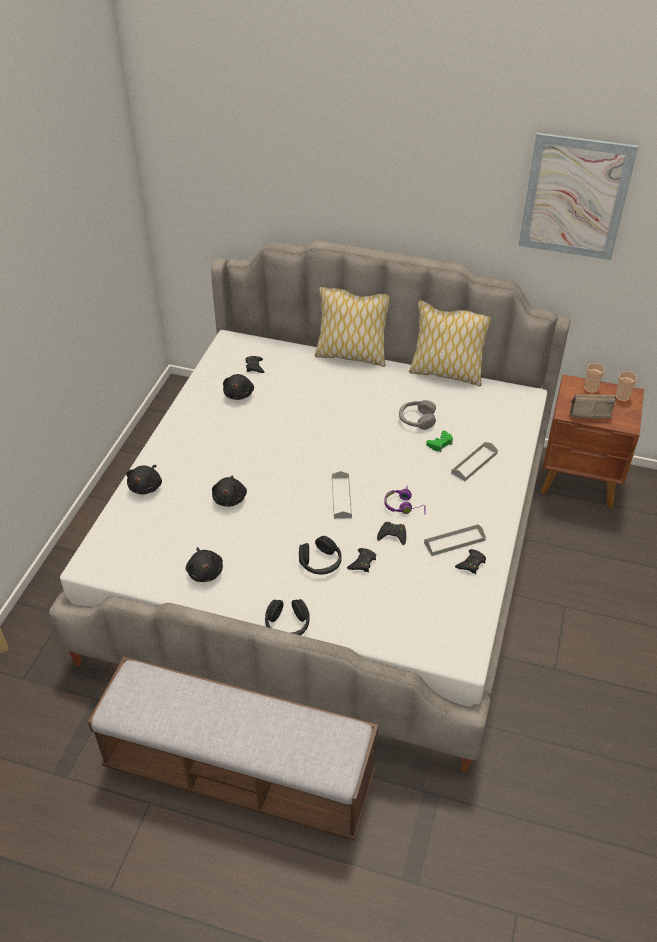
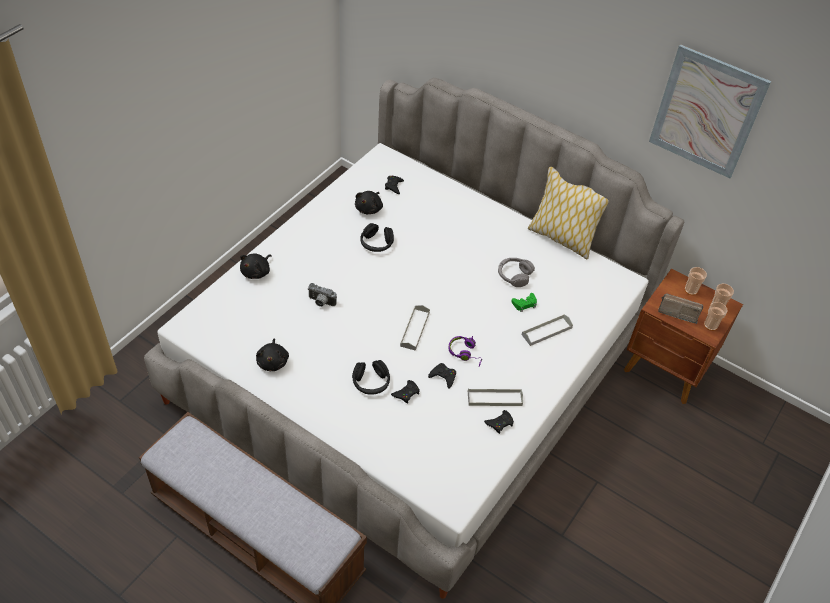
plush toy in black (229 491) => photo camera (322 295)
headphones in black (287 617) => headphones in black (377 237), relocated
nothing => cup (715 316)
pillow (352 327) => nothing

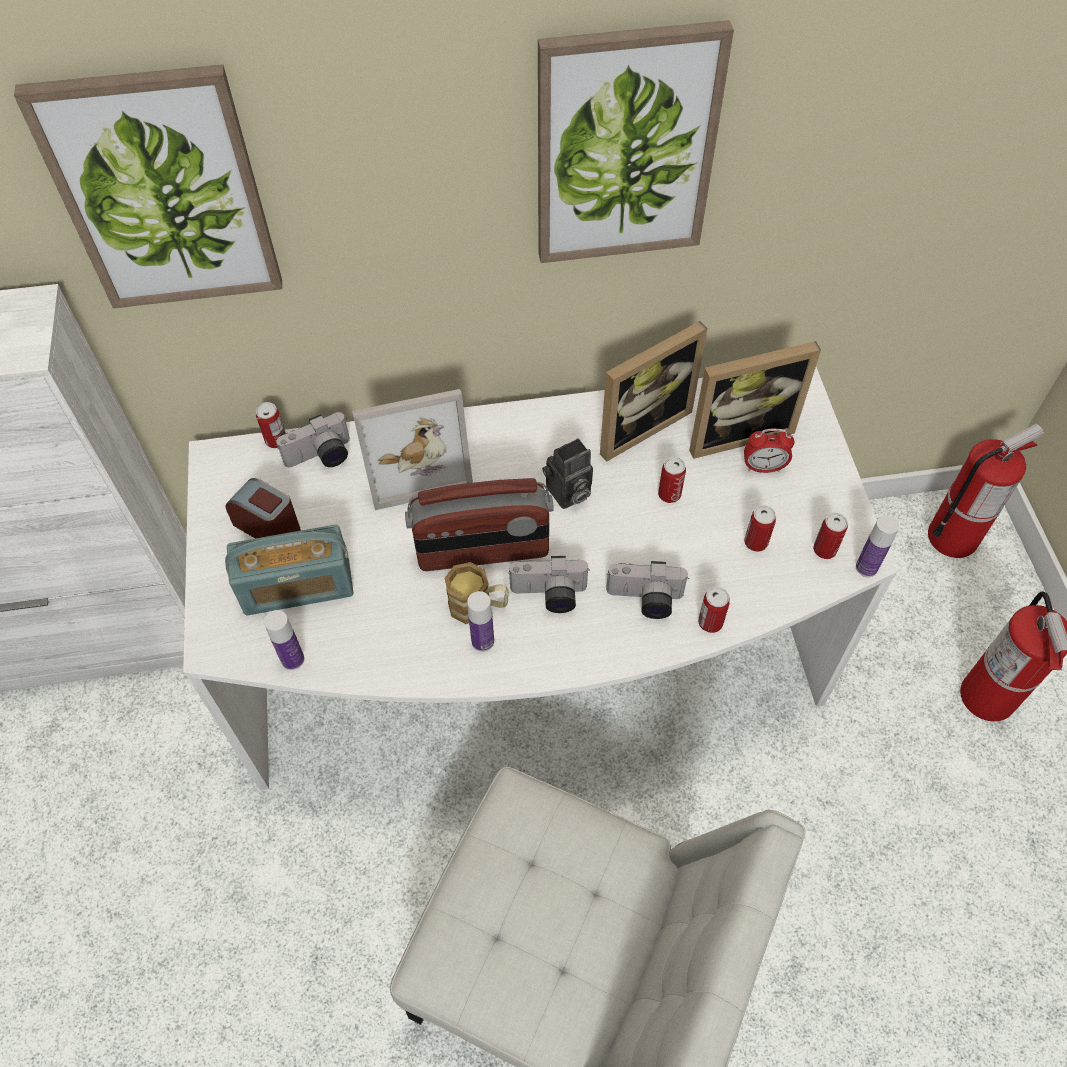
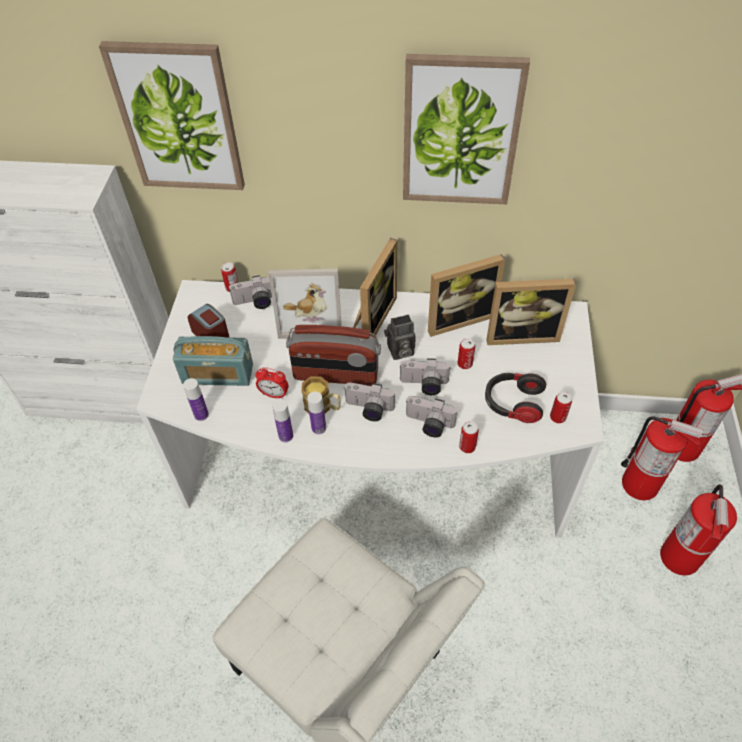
alarm clock (769 451) => alarm clock (271 383), relocated
bottle (877 546) => bottle (282 421), relocated
nothing => picture frame (375 287)
nothing => photo camera (425 376)
can (760 528) => headphones (515 398)
nothing => fire extinguisher (662 458)

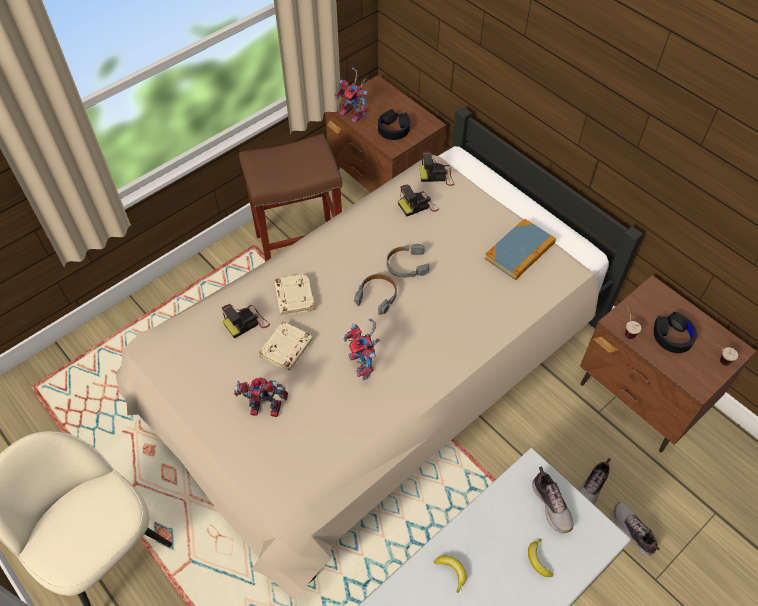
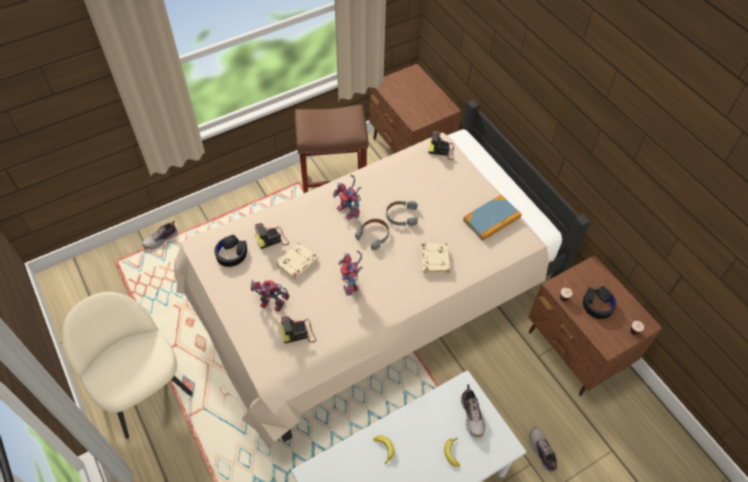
shoe (594 481) => shoe (159 235), relocated
headphones in black (394 124) => headphones in black (230 251), relocated
photo camera (418 200) => photo camera (298 329), relocated
toy robot (351 95) => toy robot (347 197), relocated
book in beige (294 295) => book in beige (435 258), relocated

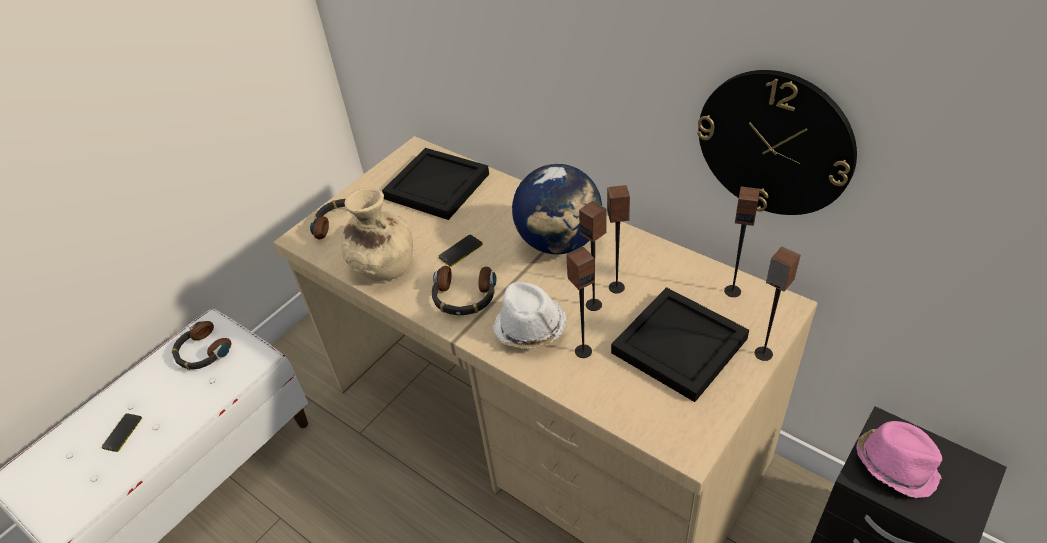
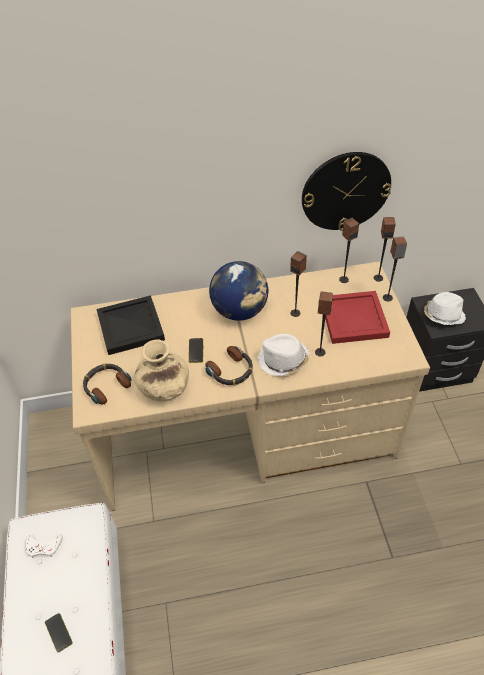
headphones (201 345) => game controller in white (44 546)
tray in black (680 344) => tray in red (357 317)
speaker (593 256) => speaker (385 249), relocated
hat in pink (899 459) => hat in white (445 308)

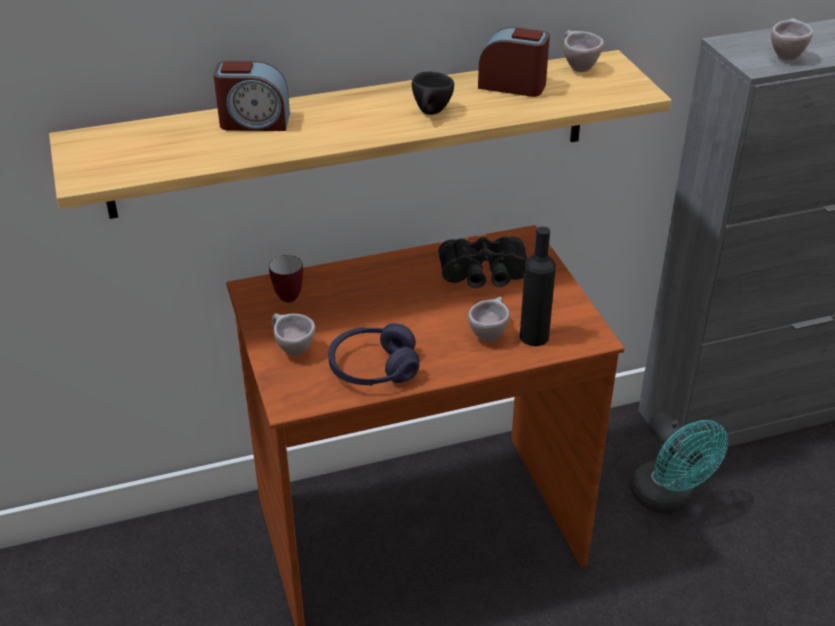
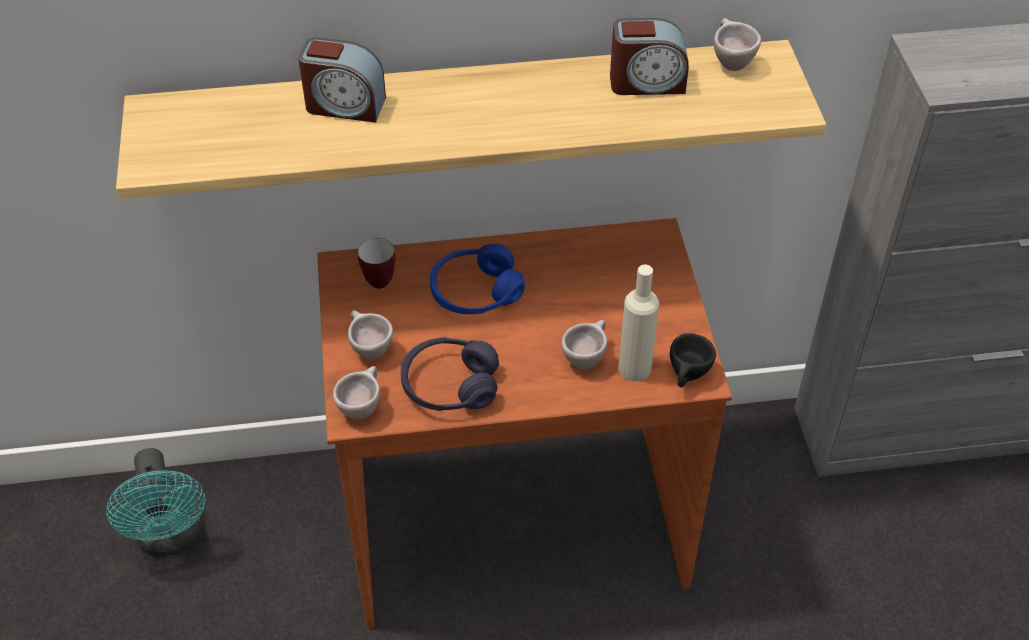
fan in turquoise (679 462) => fan in turquoise (156 502), relocated
cup in beige (792 39) => cup in beige (356 392), relocated
nothing => headphones in blue (477 279)
alarm clock (514 62) => alarm clock (649 56), 150 degrees clockwise
bottle in black (538 286) => bottle in beige (639 323)
cup in black (433 93) => cup in black (693 360), relocated
binoculars in black (482 262) => nothing

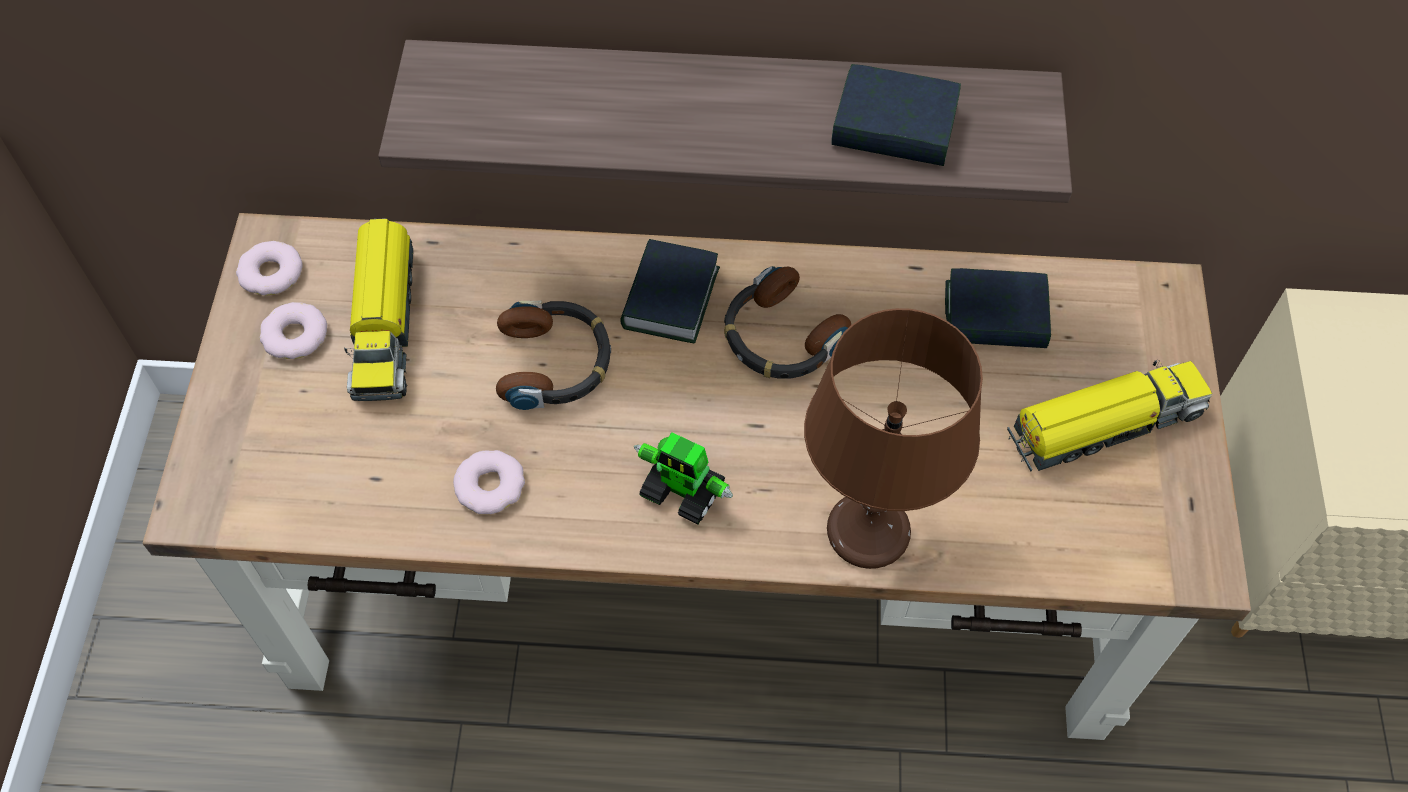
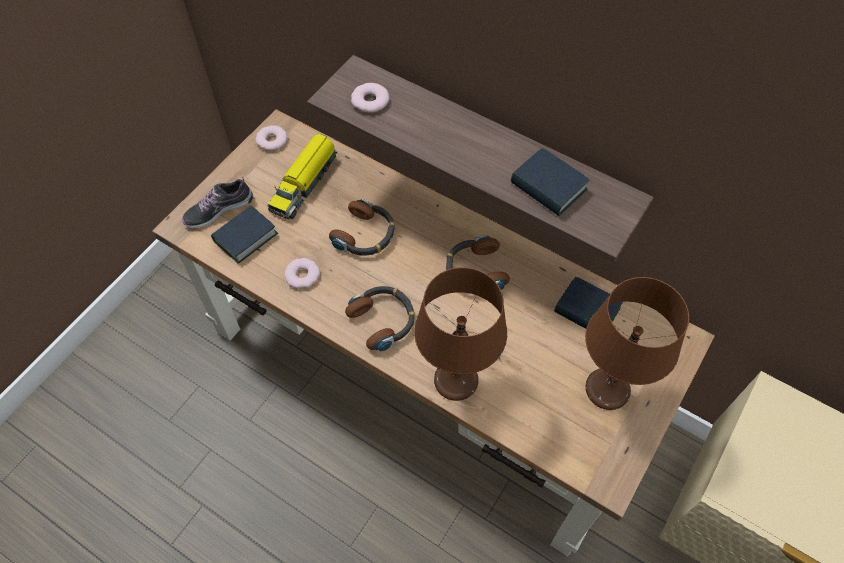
nothing => shoe (217 202)
book (670 291) => book (244 234), relocated
toy robot (683 478) => headphones (380 318)
donut (293 330) => donut (370 98), relocated
toy truck (1109 415) => table lamp in brown (637 343)

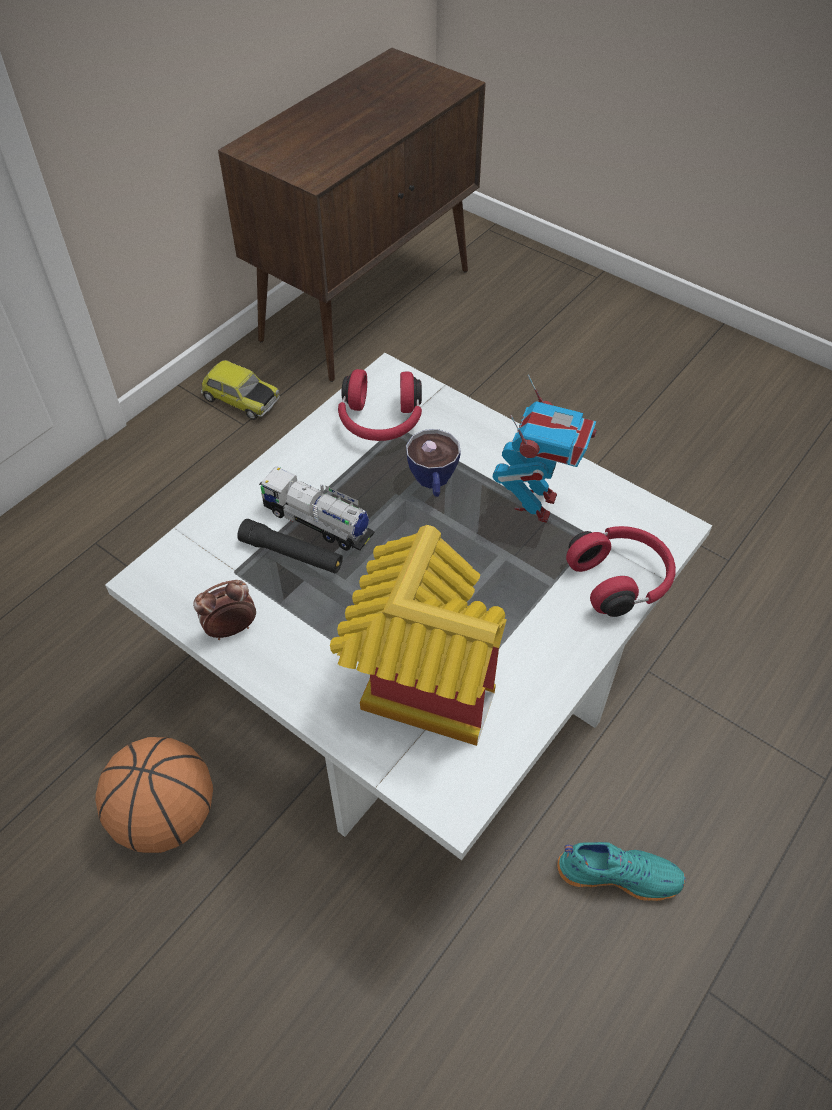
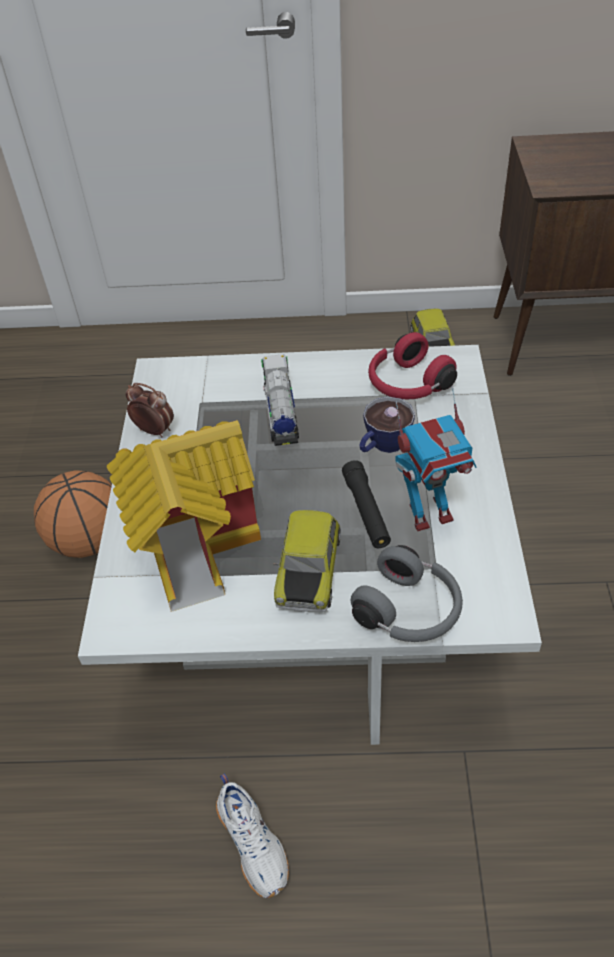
shoe in turquoise (621 871) => shoe in white (252 835)
nothing => toy car (307 561)
flashlight in black (290 546) => flashlight in black (366 504), relocated
headphones in red (621 571) => headphones in grey (406 593)

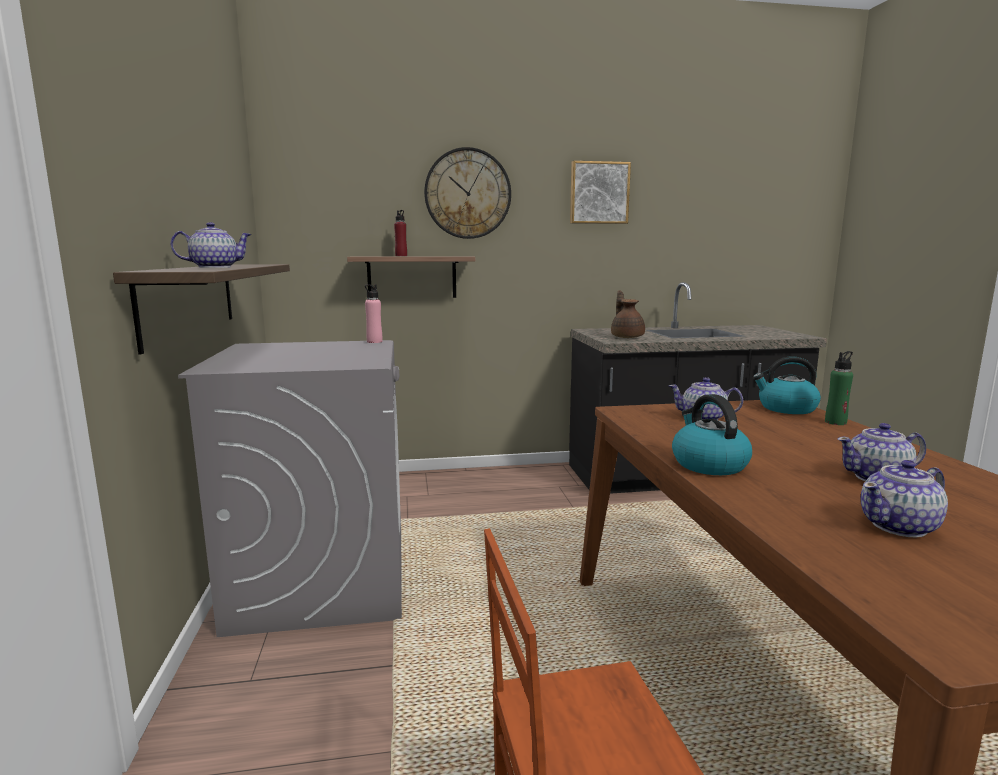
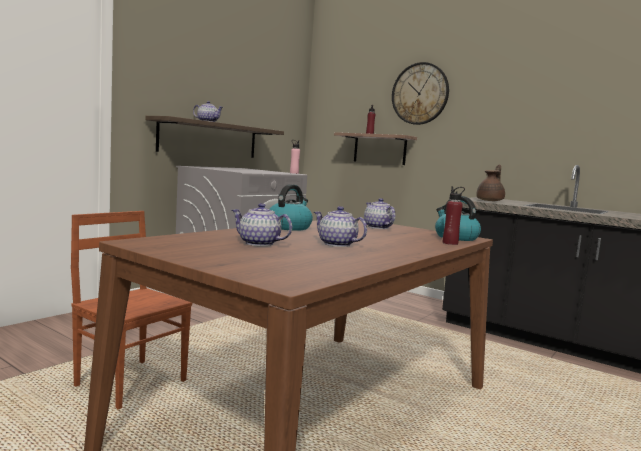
bottle in green (839 388) => bottle in red (454 215)
picture (600 192) => nothing

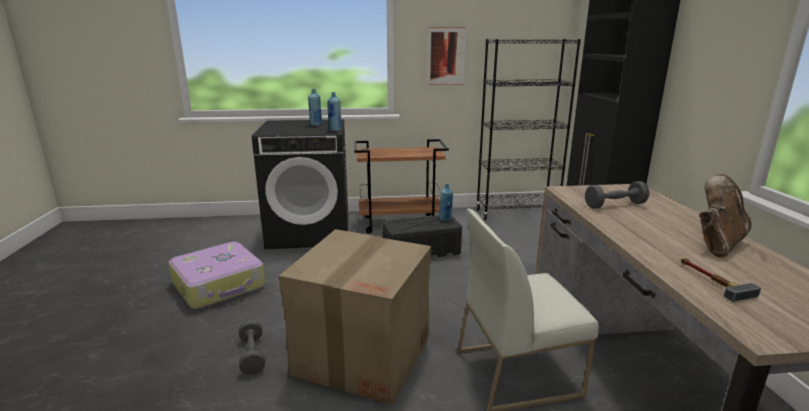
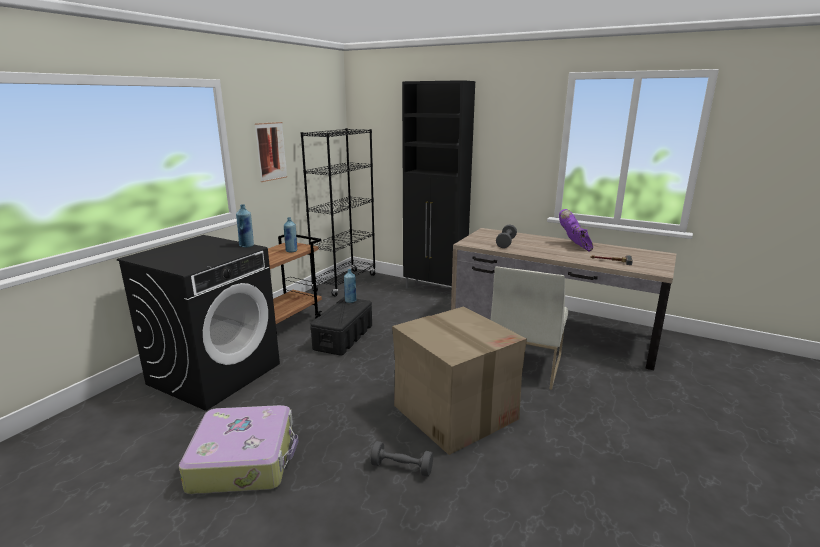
bottle in blue (315 107) => bottle in blue (290 234), relocated
boot in brown (725 216) => boot in purple (576 230)

